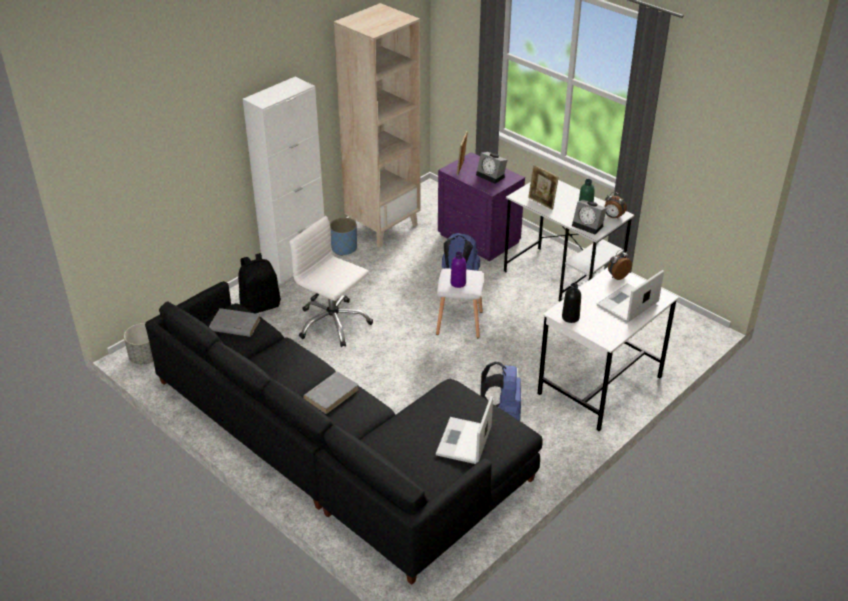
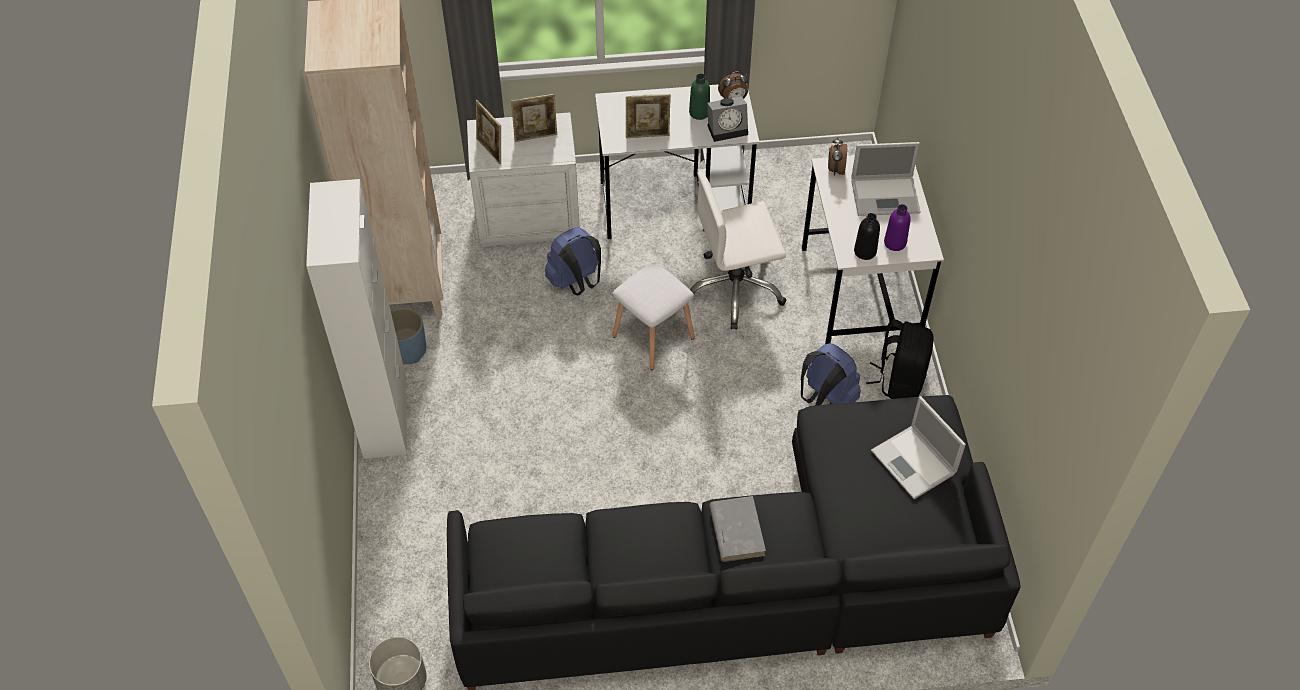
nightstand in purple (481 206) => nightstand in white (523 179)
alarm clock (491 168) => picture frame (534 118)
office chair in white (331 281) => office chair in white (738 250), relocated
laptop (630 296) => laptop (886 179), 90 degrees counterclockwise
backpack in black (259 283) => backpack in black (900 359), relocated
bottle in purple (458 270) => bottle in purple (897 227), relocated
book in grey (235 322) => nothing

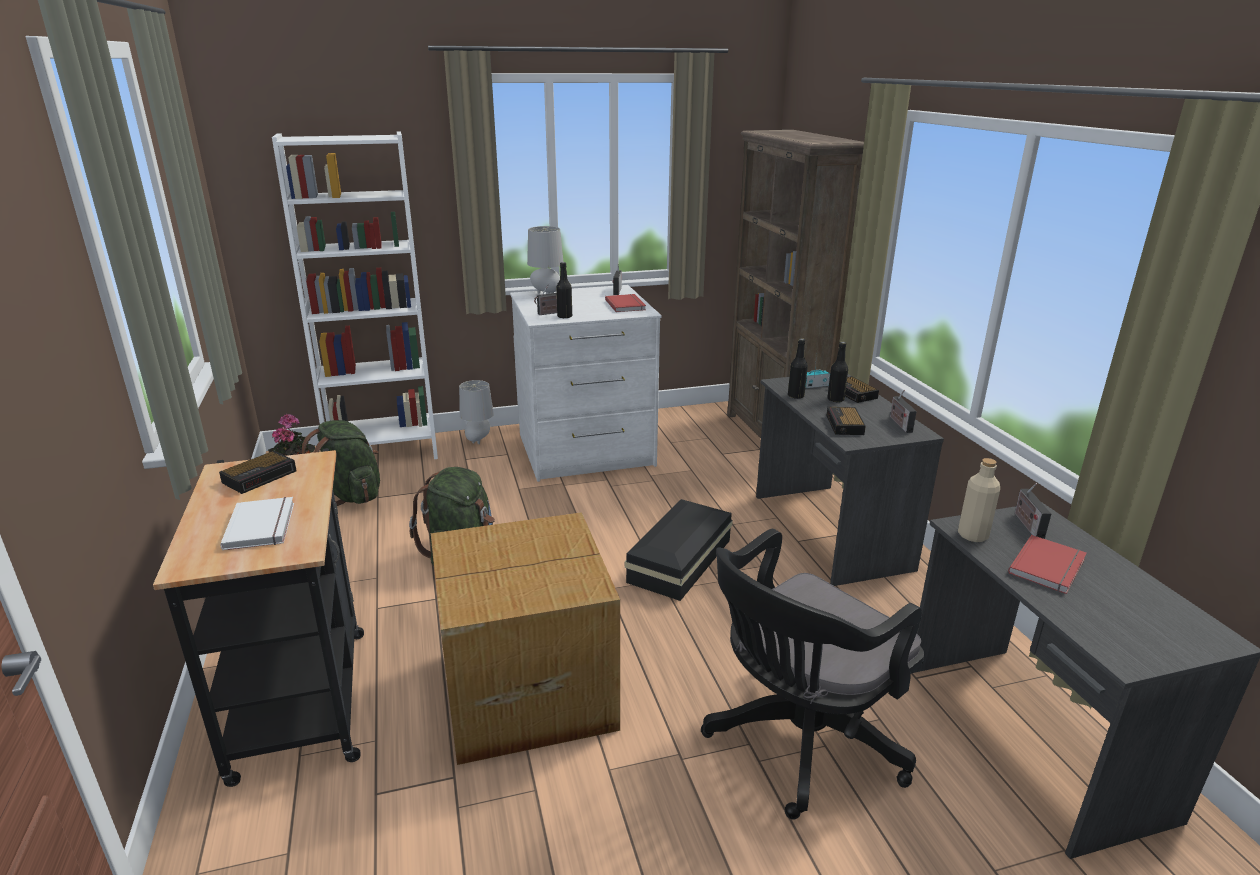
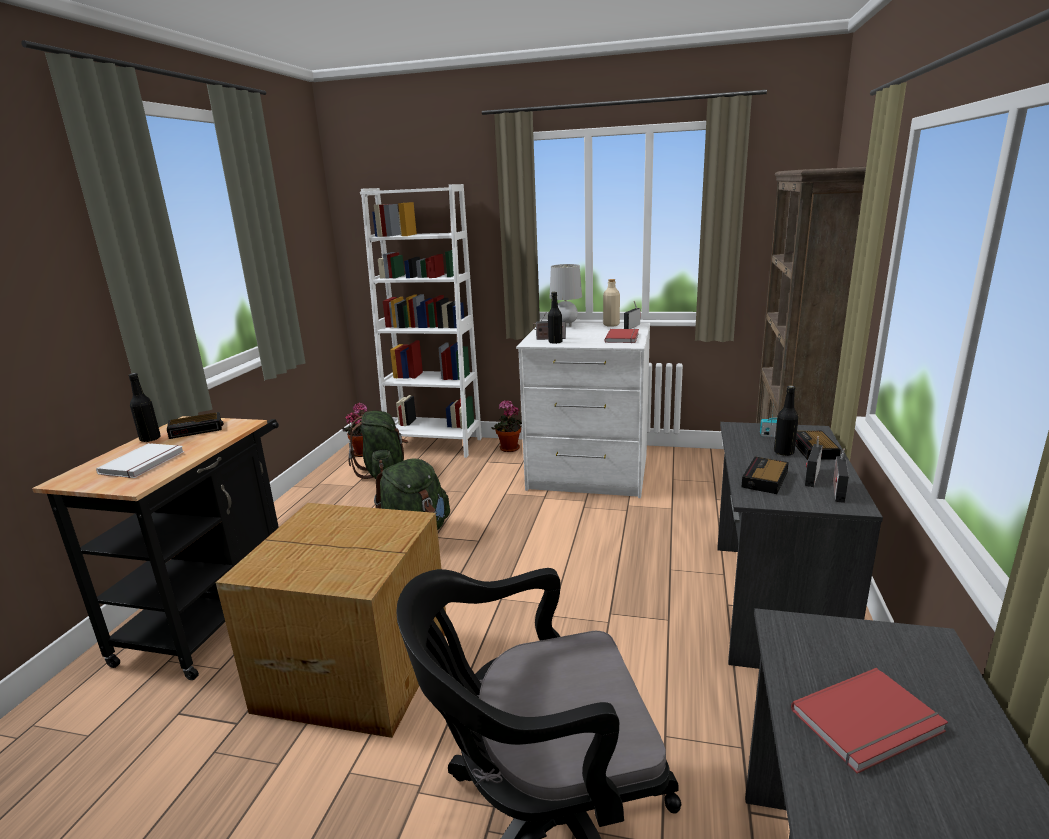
bottle in black (798 368) => bottle in black (145 407), relocated
table lamp in grey (476 412) => potted plant (506 426)
bottle in beige (979 500) => bottle in beige (611 303), relocated
radio (1033 511) => radio (814 461), relocated
storage box in black (679 550) => nothing

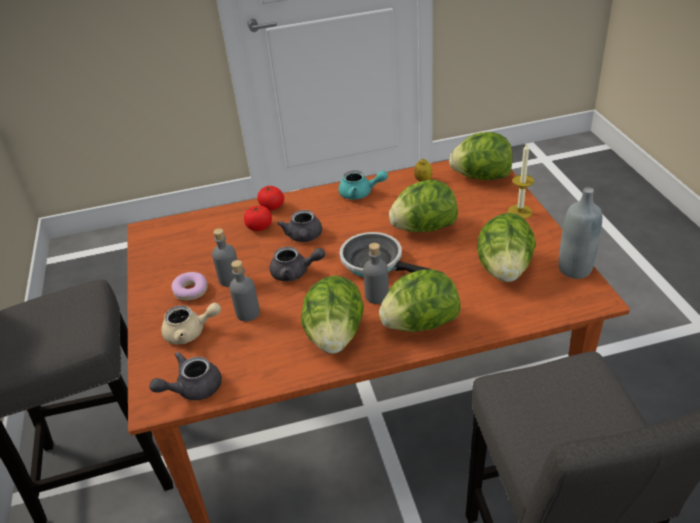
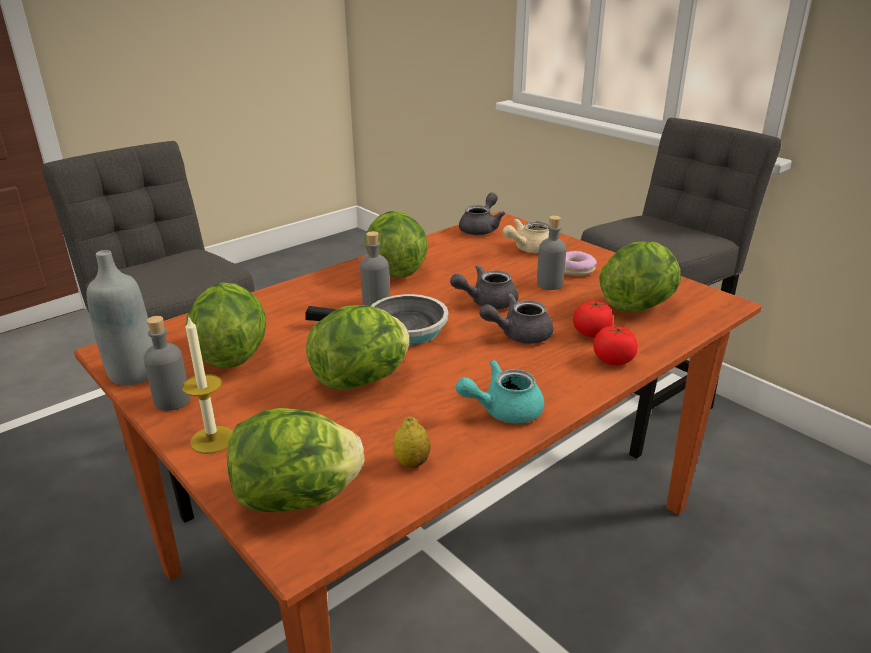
bottle in grey (244 290) => bottle in grey (167 363), relocated
teapot in grey (299 226) => teapot in grey (516 319), 75 degrees counterclockwise
lettuce (420 300) => lettuce (640 277), relocated

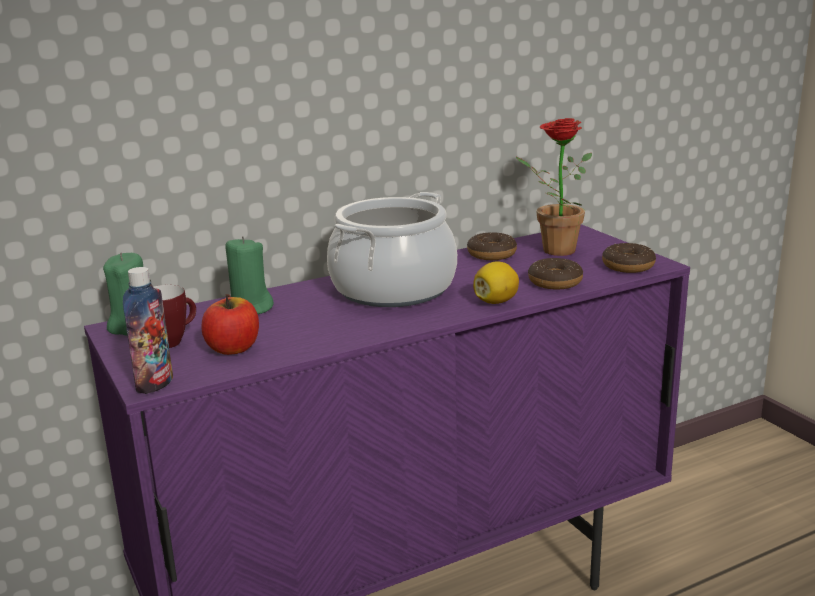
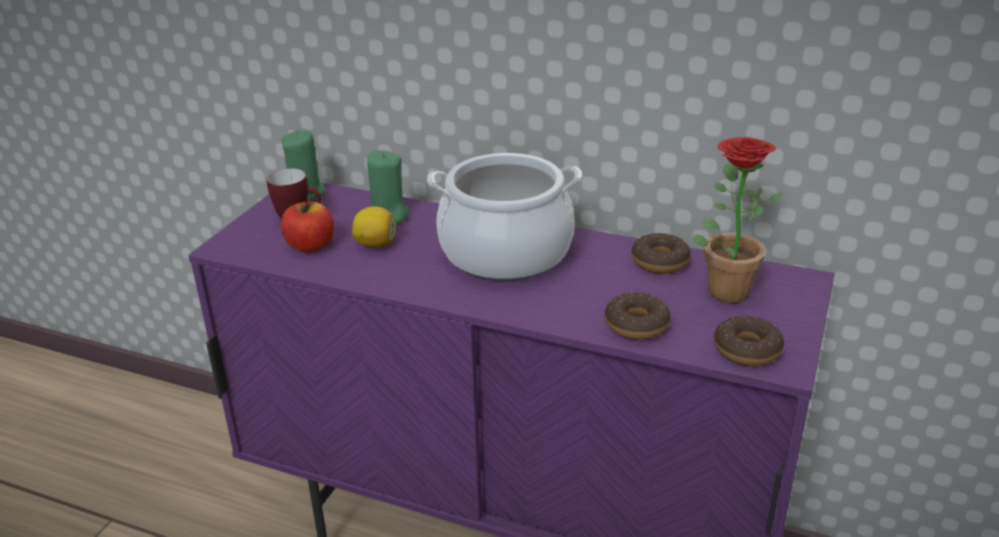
lemon (496 282) => lemon (374 227), relocated
bottle (148 330) => nothing

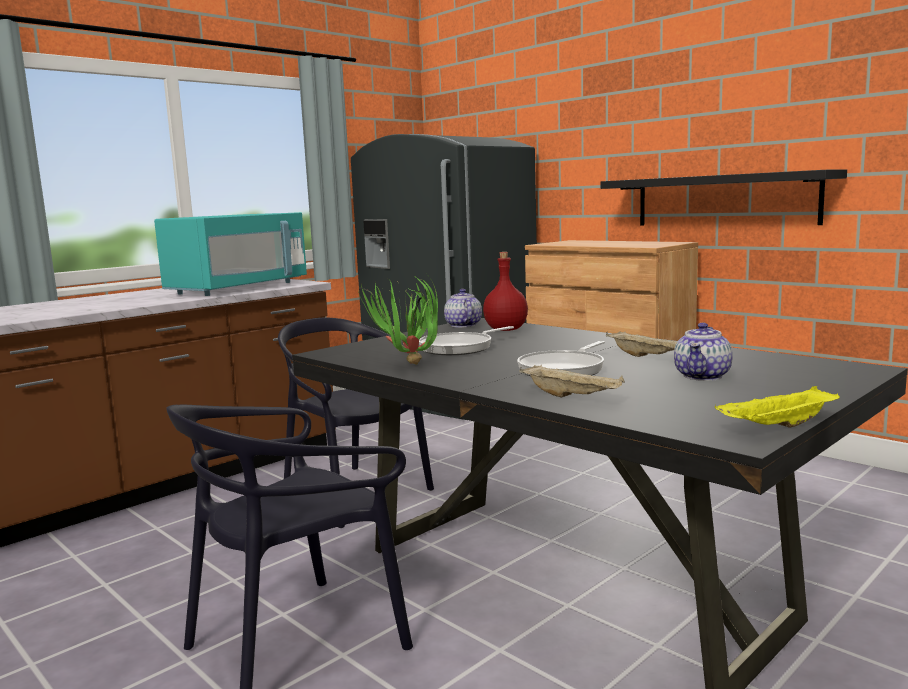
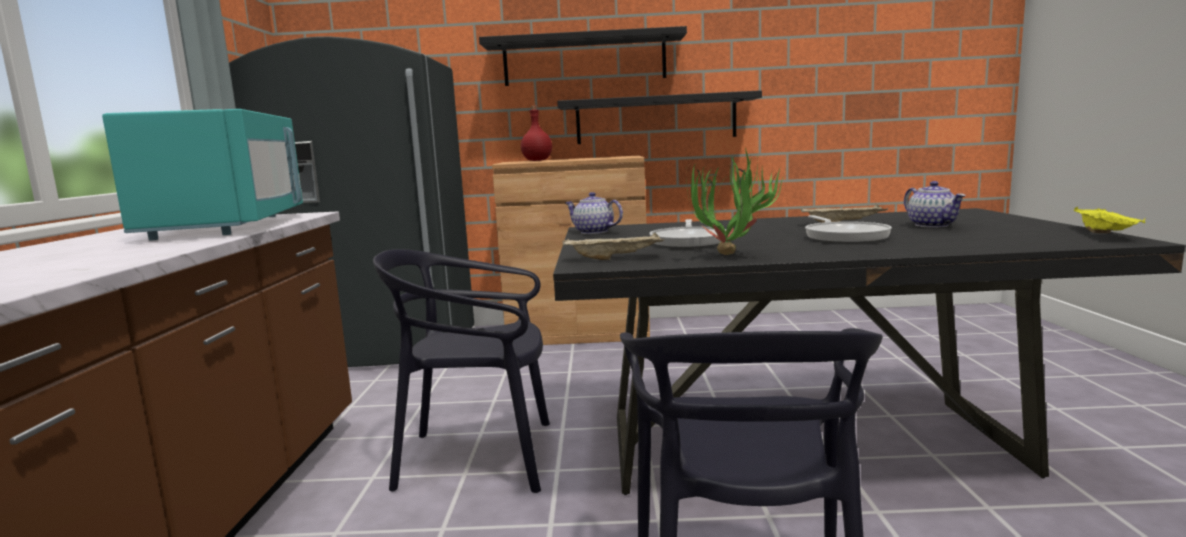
nothing => shelf in black (583 56)
bottle in red (505 291) => bottle in red (536 133), relocated
tray in beige (572 381) => tray in beige (613 246), relocated

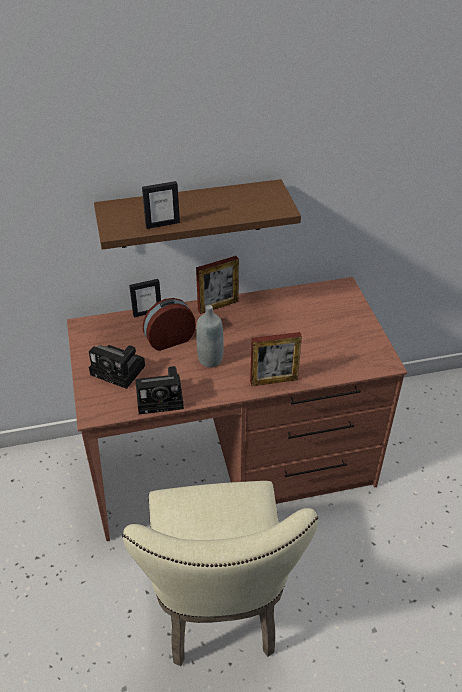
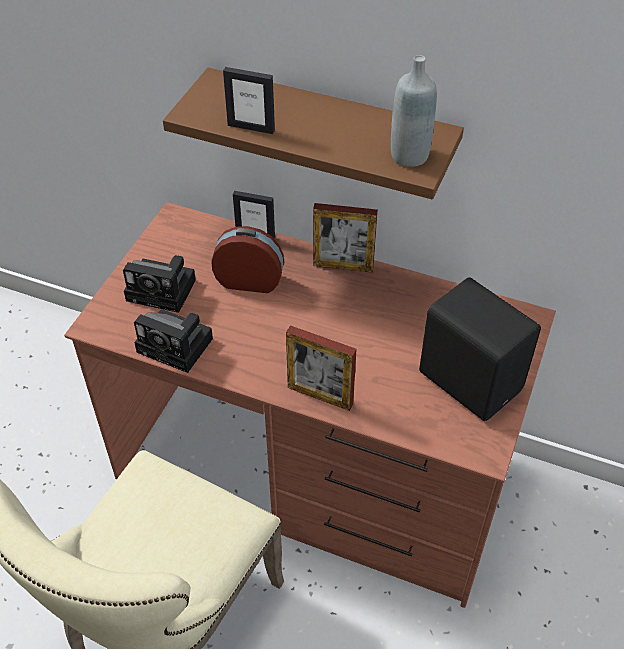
photo camera (117 367) => photo camera (159 284), 45 degrees counterclockwise
bottle in grey (210 336) => bottle in grey (414 111), relocated
nothing => speaker in black (480 349)

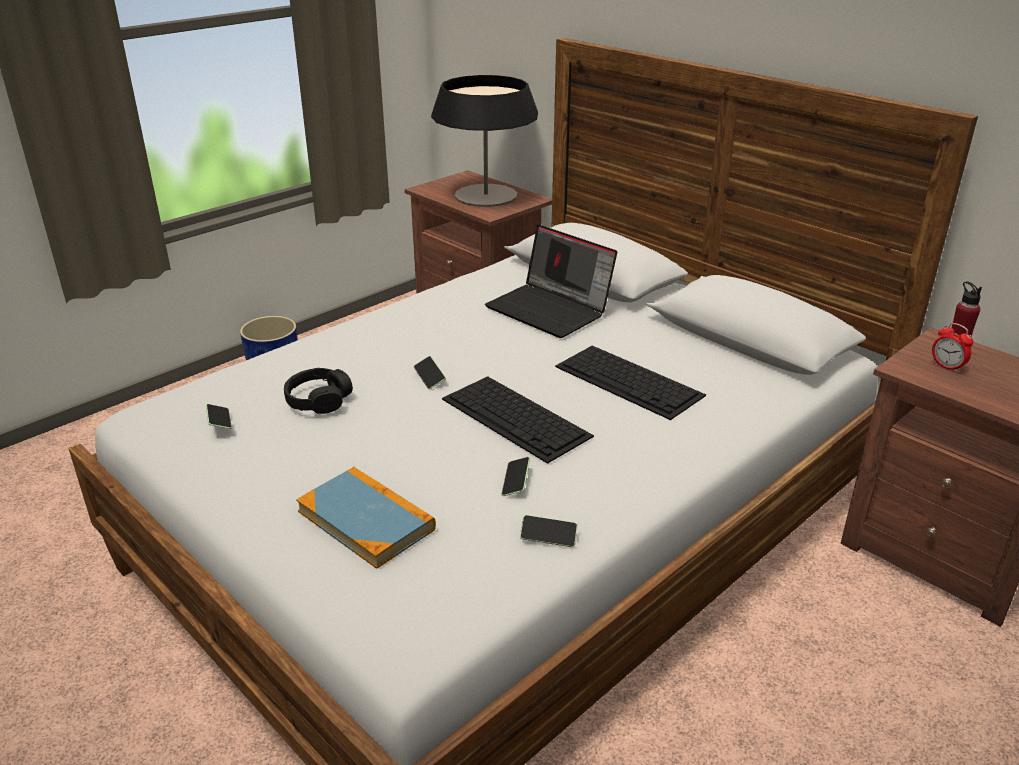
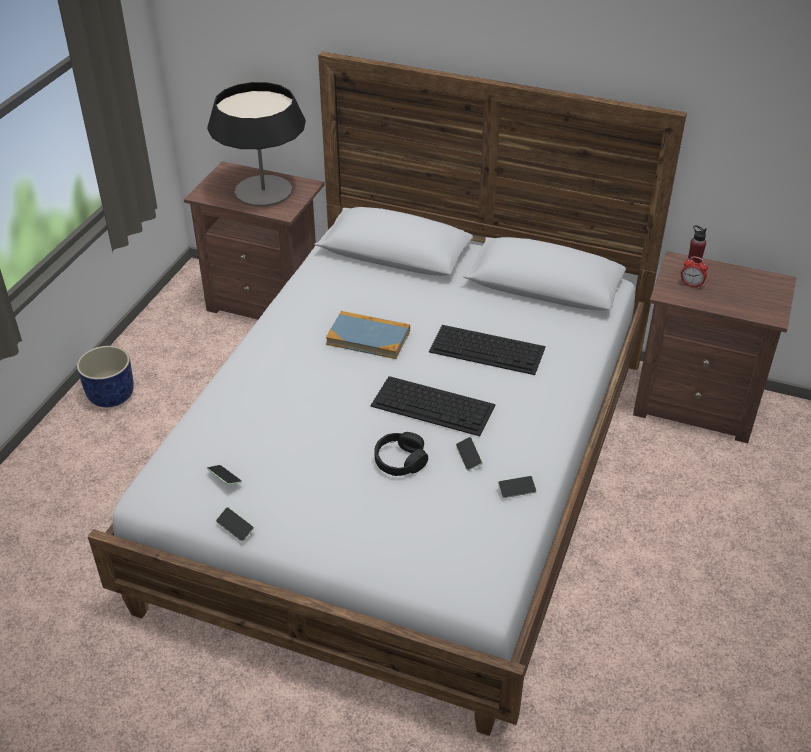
phone (430 372) => phone (235 524), relocated
book (366 518) => book (368 335), relocated
headphones in black (318 391) => headphones in black (401 454), relocated
laptop (551 281) => nothing

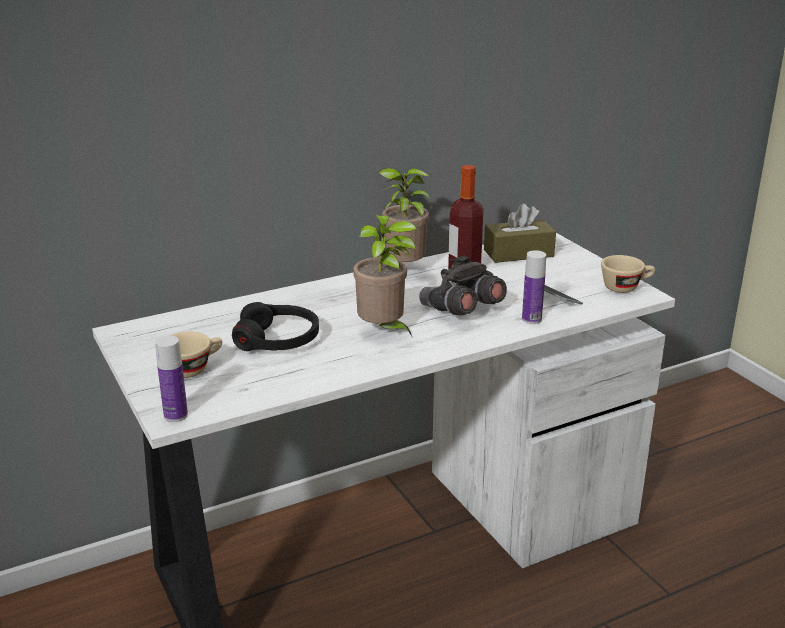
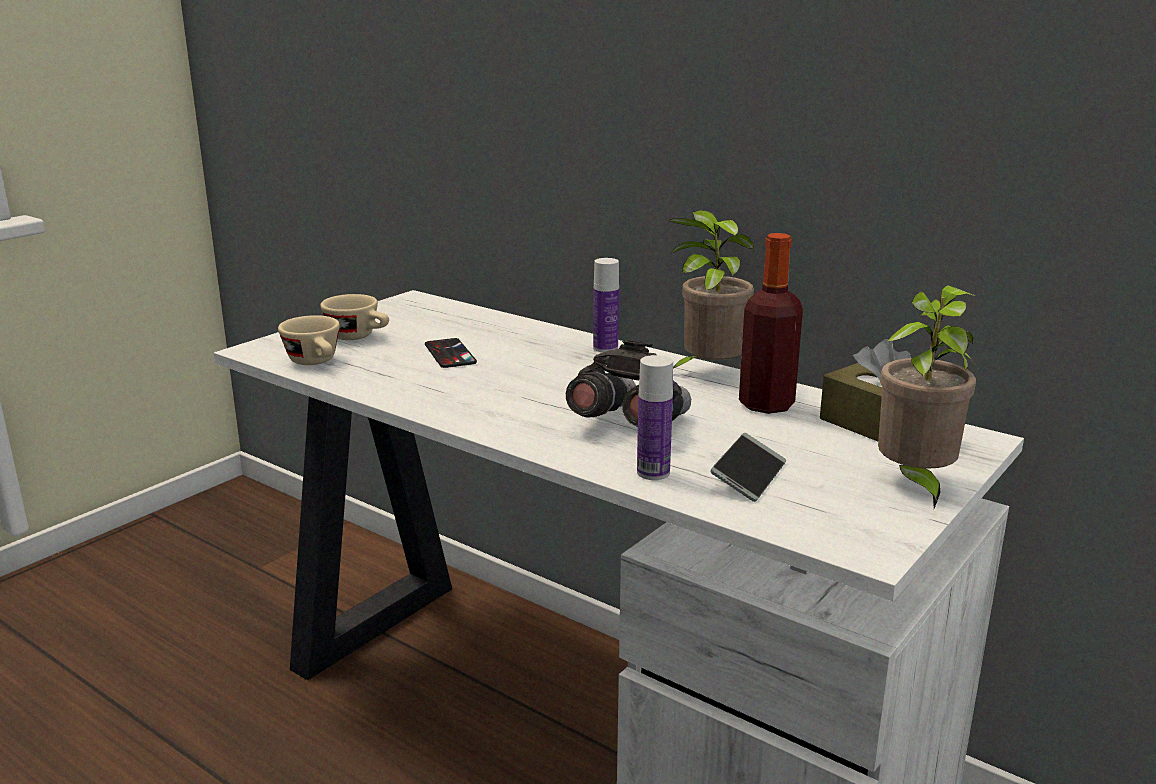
cup in beige (628 274) => cup in beige (309 340), relocated
headphones in black (275 326) => phone (451 353)
bottle (171 379) => bottle (606 305), relocated
potted plant (385 275) => potted plant (929 396), relocated

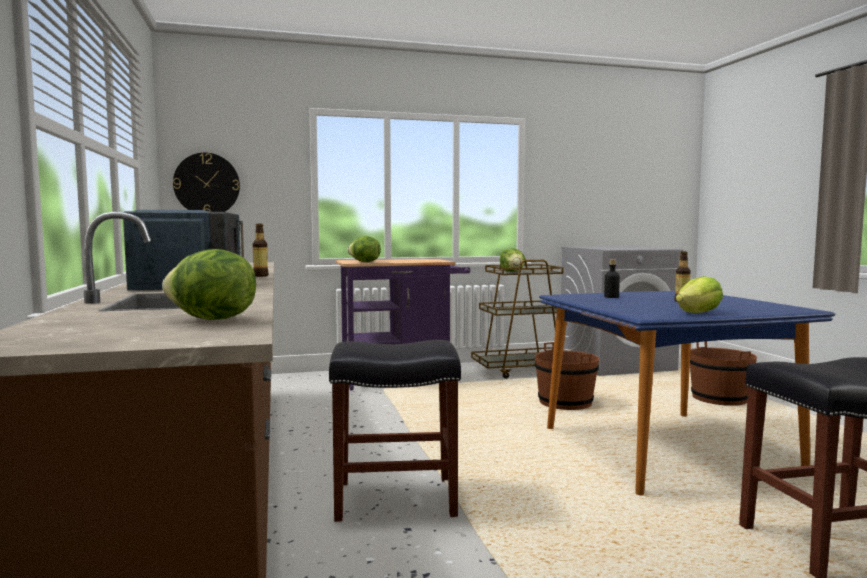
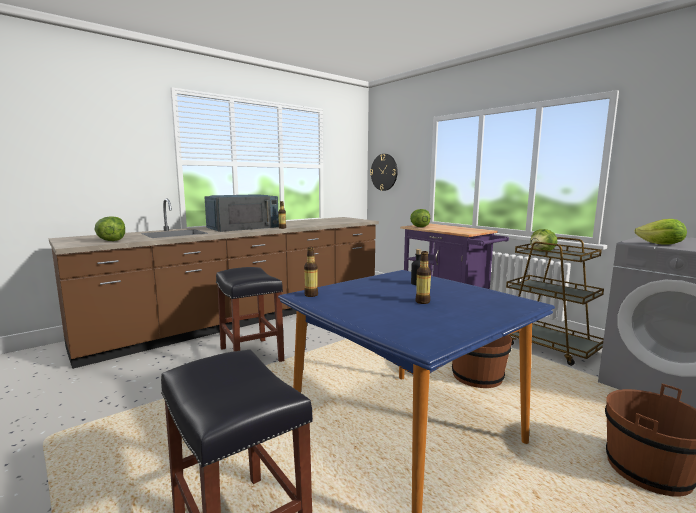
nothing => bottle (311 272)
lettuce (699 294) => lettuce (660 232), relocated

